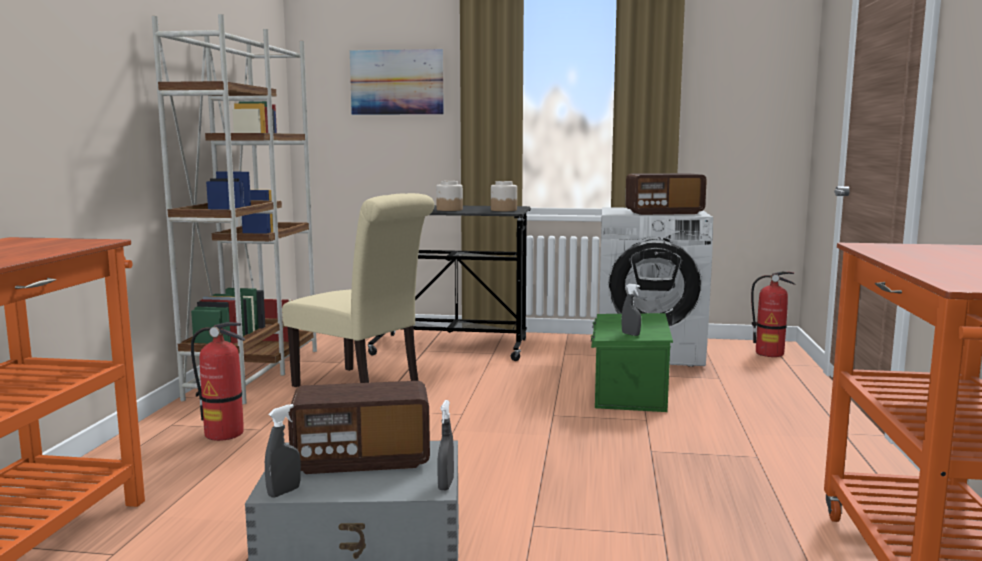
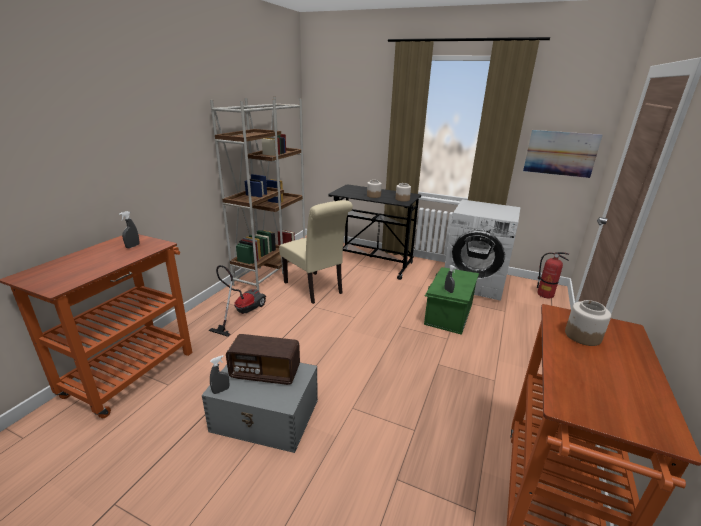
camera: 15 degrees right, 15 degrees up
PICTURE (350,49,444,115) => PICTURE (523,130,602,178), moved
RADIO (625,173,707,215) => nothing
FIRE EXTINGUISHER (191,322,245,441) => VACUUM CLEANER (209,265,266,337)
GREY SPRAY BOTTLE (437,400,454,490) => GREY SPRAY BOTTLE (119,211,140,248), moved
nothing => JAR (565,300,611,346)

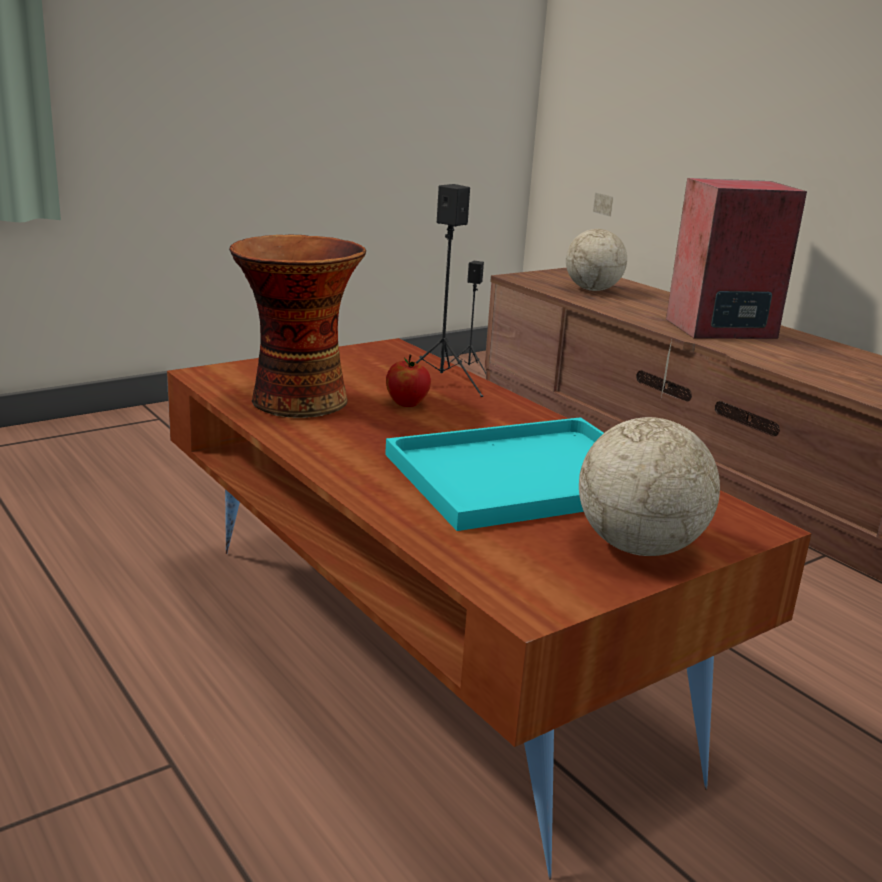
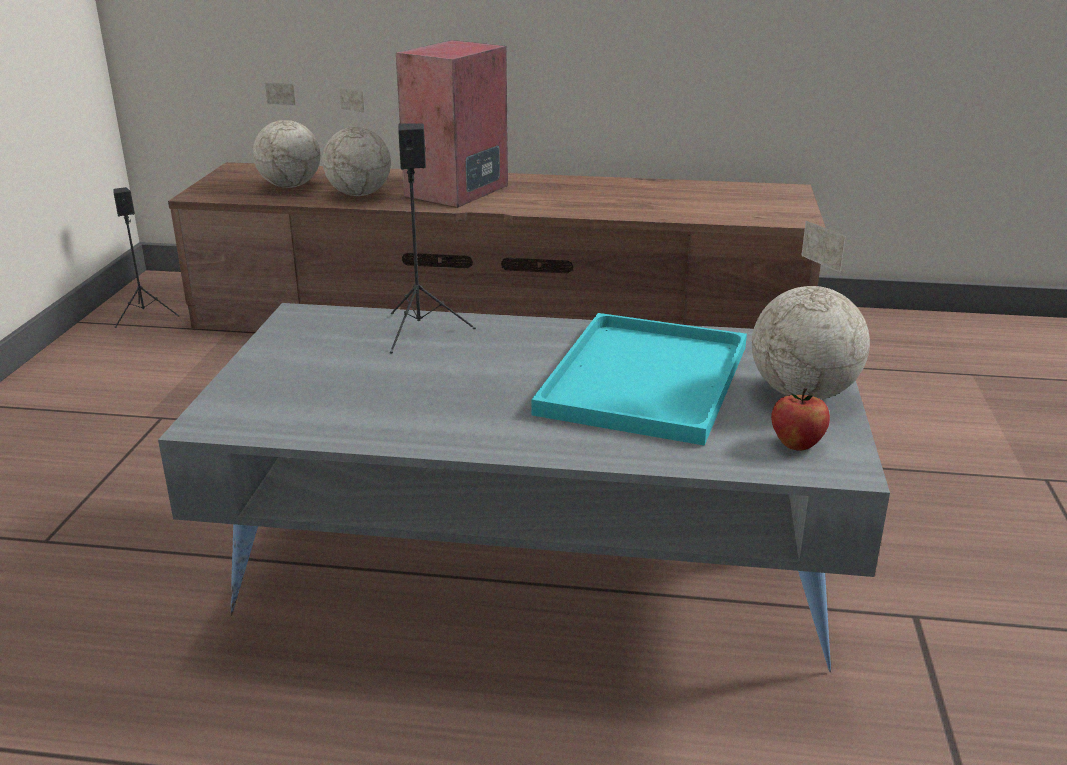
camera: 45 degrees left, 5 degrees up
VASE (229,234,366,418) => nothing
BROWN COFFEE TABLE (167,338,812,880) => GREY COFFEE TABLE (158,303,890,672)
APPLE (386,355,431,407) => APPLE (771,388,830,450), moved
nothing => GLOBE (322,87,391,196)

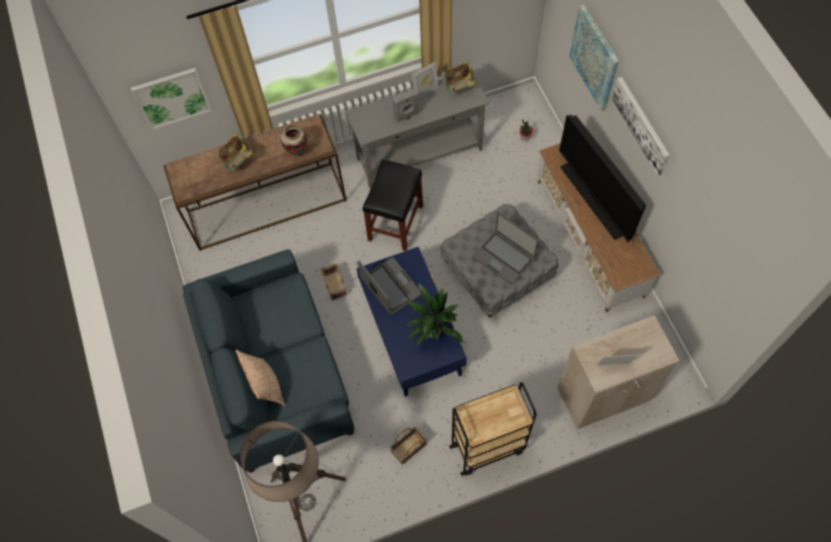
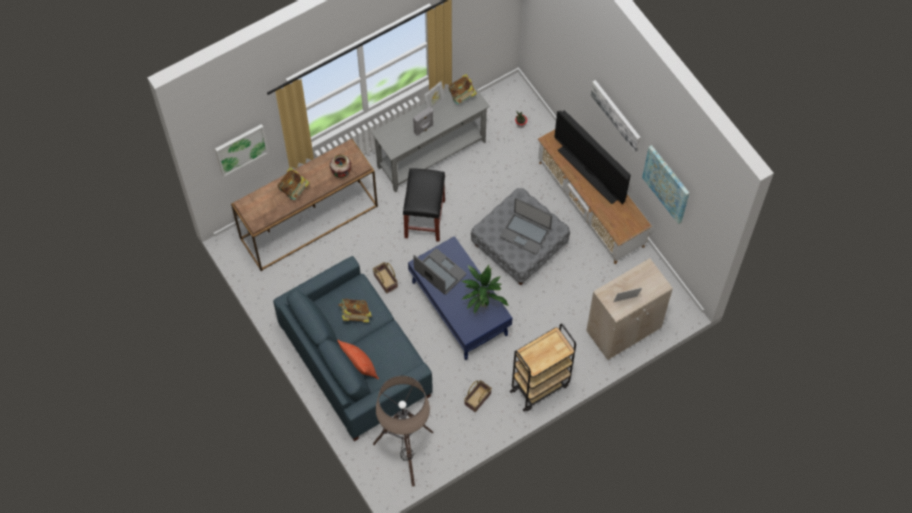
camera: 15 degrees left, 0 degrees up
PICTURE (569,4,619,111) => PICTURE (642,145,689,224), moved
BEIGE PILLOW (236,350,285,406) => ORANGE PILLOW (337,340,379,379)
nothing => BOOK (338,298,372,323)

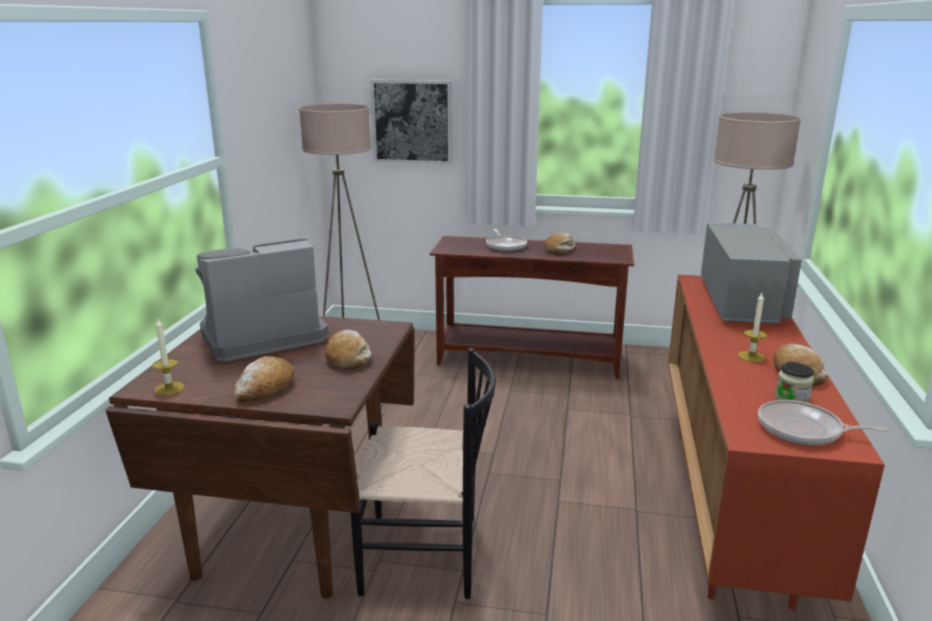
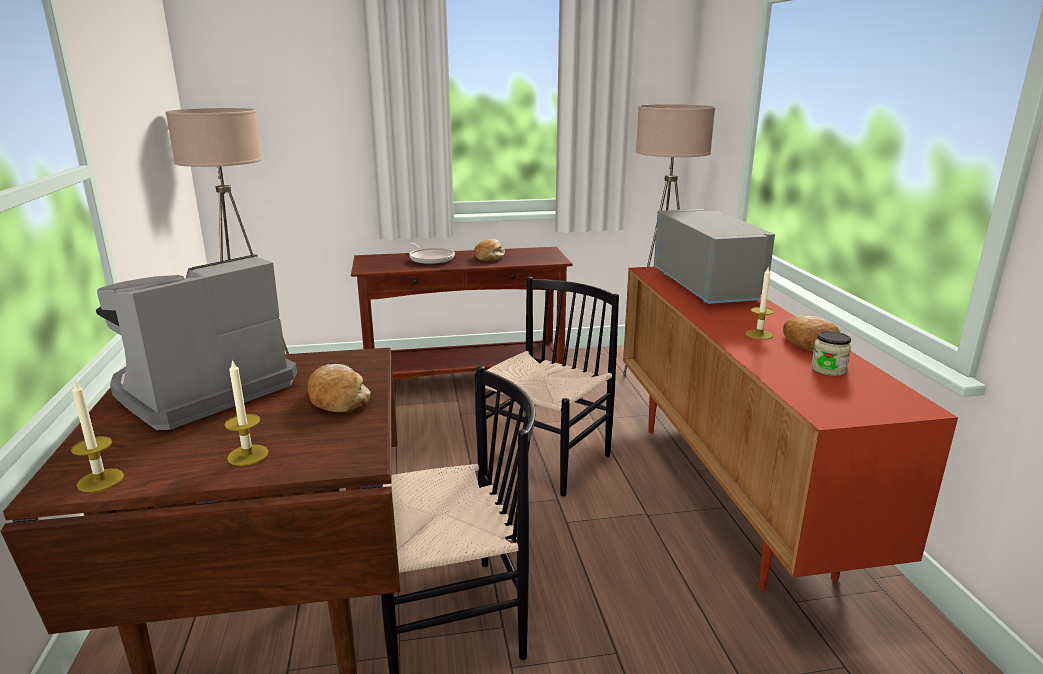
camera: 20 degrees left, 0 degrees up
PICTURE (371,79,452,164) => nothing
BREAD (234,356,294,402) => CANDLE (224,359,269,466)
FRYING PAN (758,400,891,445) => nothing
nothing => BLACK CHAIR (475,277,619,497)

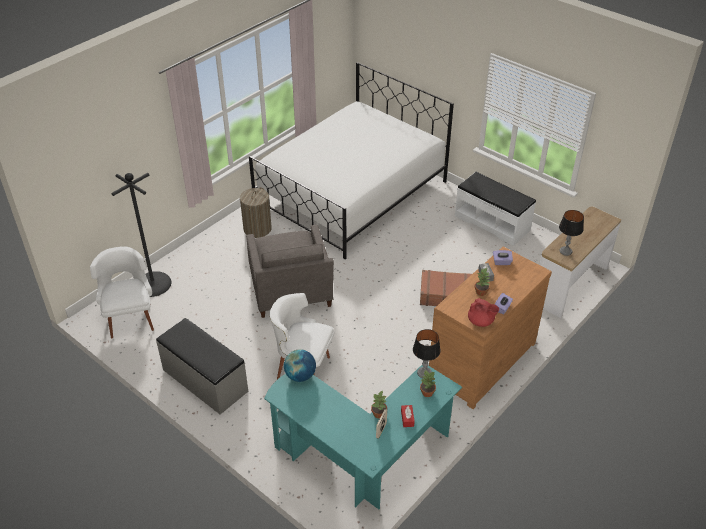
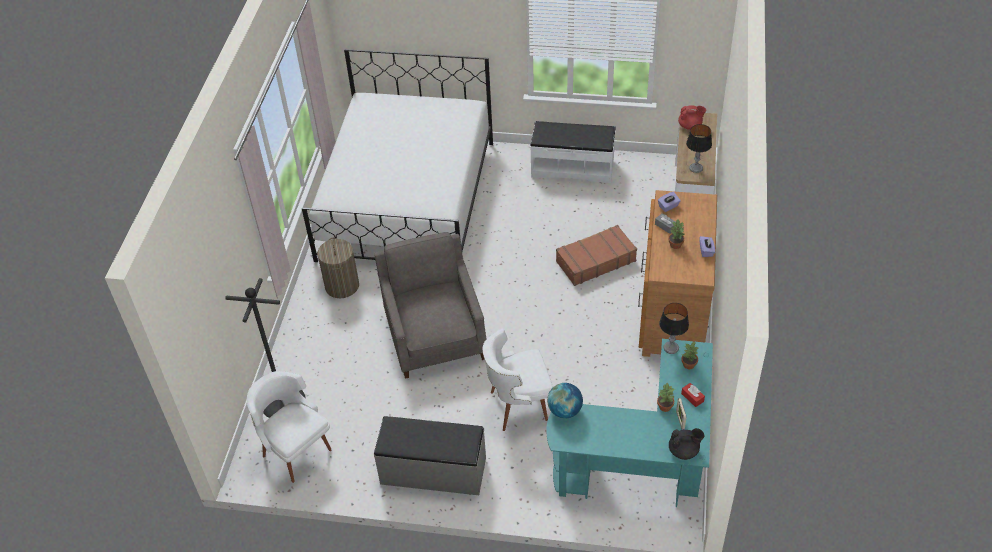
camera: 30 degrees left, 5 degrees up
GREY ARMCHAIR (246,225,334,318) => GREY ARMCHAIR (374,232,487,379), 150 degrees counterclockwise
RED TEAPOT (468,298,499,327) => RED TEAPOT (678,105,706,130), moved
nothing => BLACK TEAPOT (669,428,704,460)

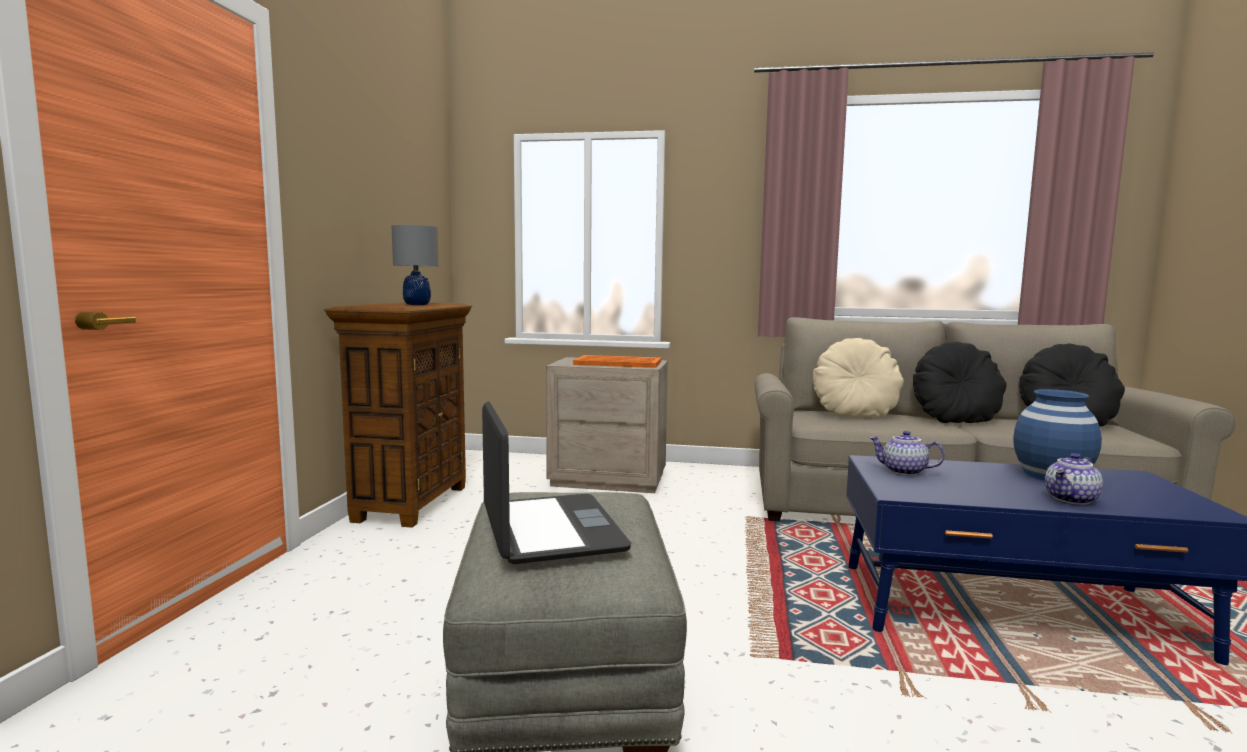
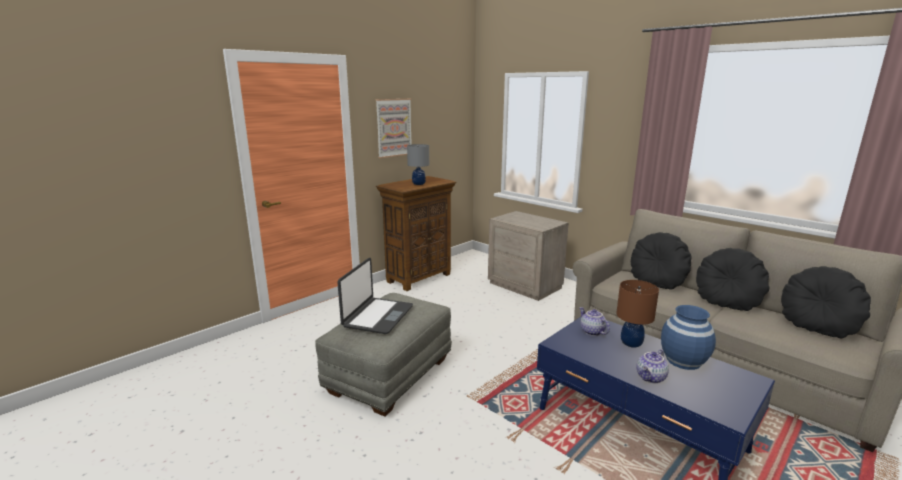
camera: 35 degrees right, 10 degrees up
BEIGE PILLOW (813,338,904,417) => BLACK PILLOW (631,232,691,290)
ORANGE TRAY (573,355,661,368) => nothing
TEAPOT (1045,453,1103,505) => TEAPOT (636,349,669,383), 45 degrees counterclockwise
nothing => PICTURE (376,99,412,158)
nothing => BROWN TABLE LAMP (616,280,659,348)

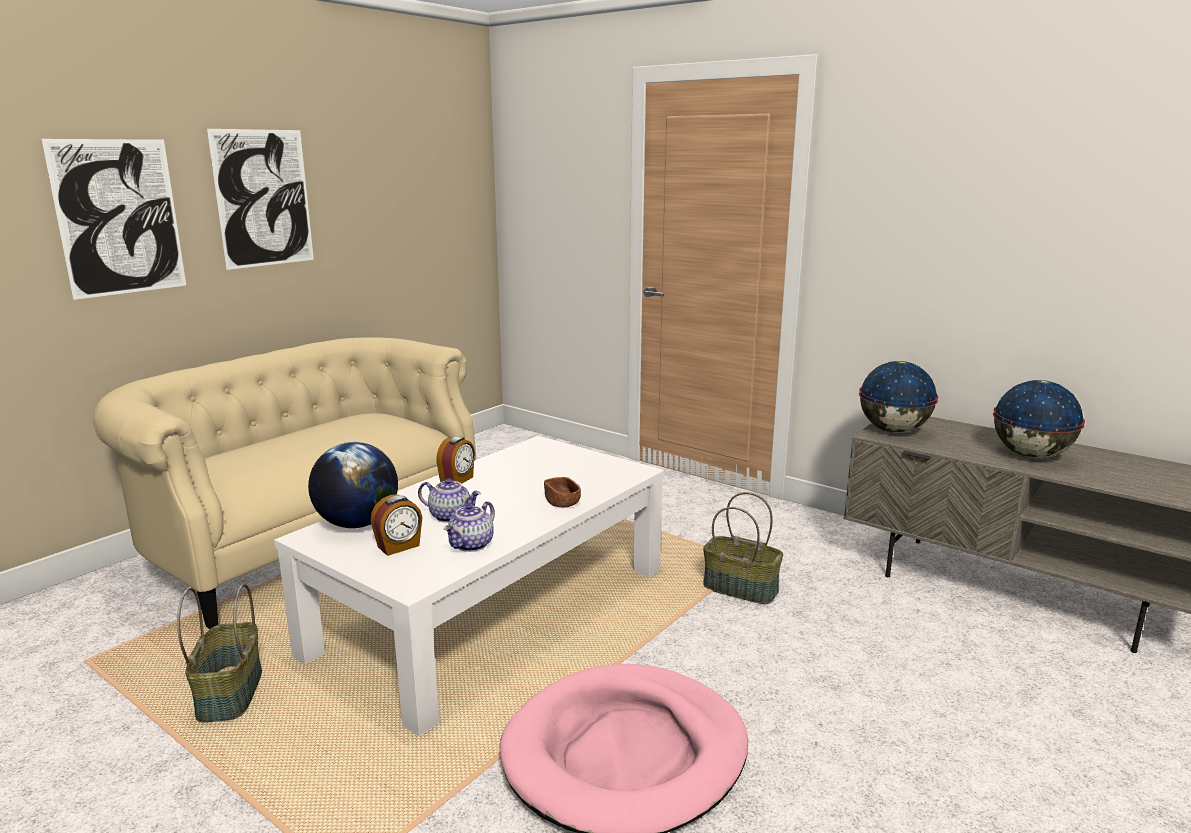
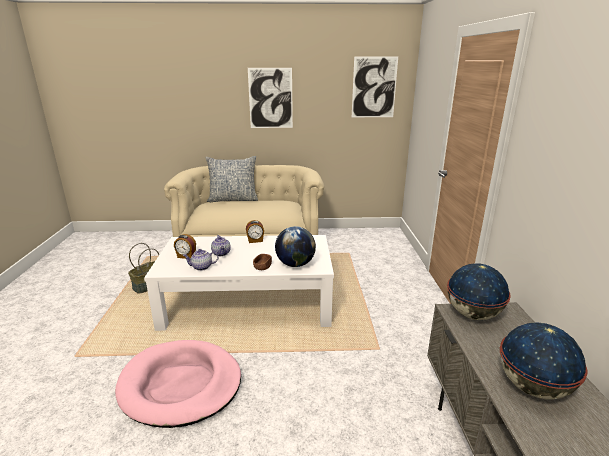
camera: 50 degrees right, 5 degrees up
PICTURE (41,139,186,300) => PICTURE (352,56,398,117), moved
GLOBE (308,442,398,528) => GLOBE (275,226,316,267), moved
BASKET (703,492,783,604) => nothing
nothing => PILLOW (205,156,258,202)

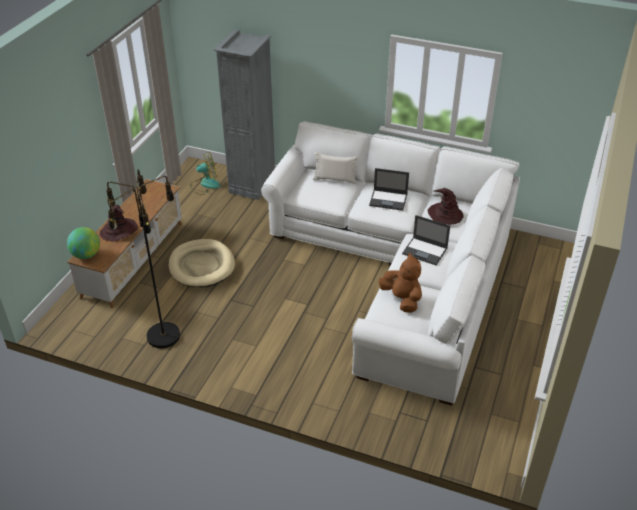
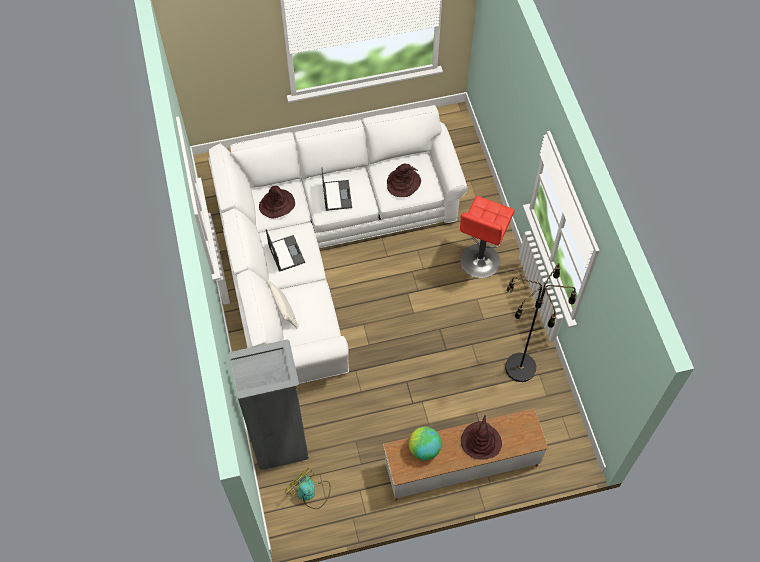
camera: 125 degrees left, 20 degrees up
GLOBE (67,227,100,259) => GLOBE (408,427,442,460), moved
BEIGE DOG BED (169,239,235,287) => nothing
BROWN PLUSH TOY (379,253,422,313) => BROWN HAT (387,164,421,197)
nothing => RED STOOL (460,196,515,278)

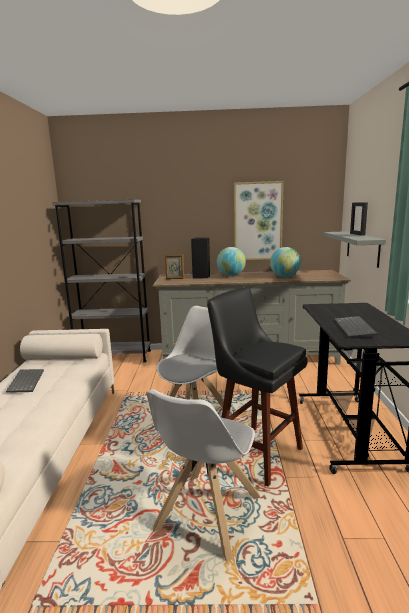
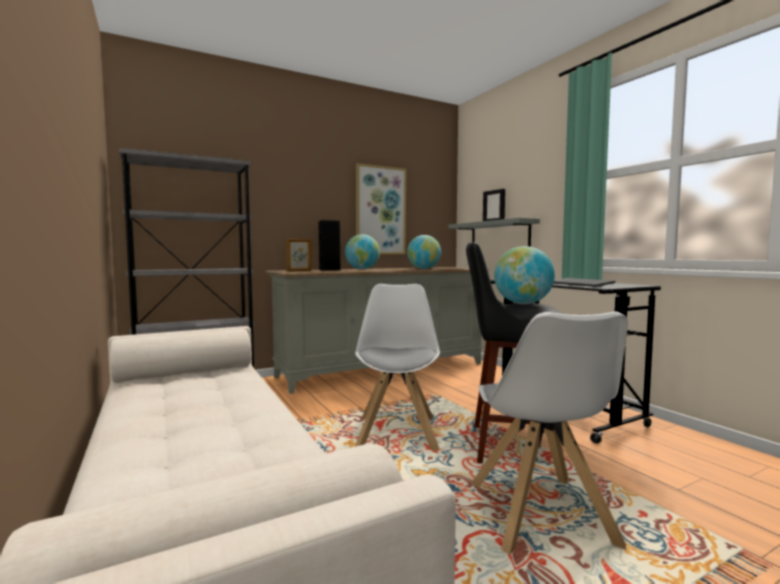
camera: 30 degrees left, 10 degrees down
KEYBOARD (6,369,44,393) => nothing
nothing => GLOBE (494,246,555,304)

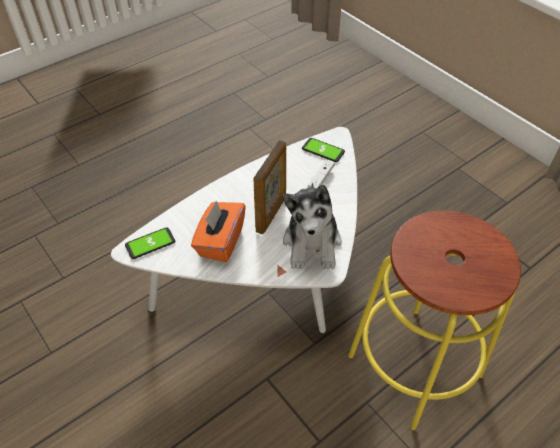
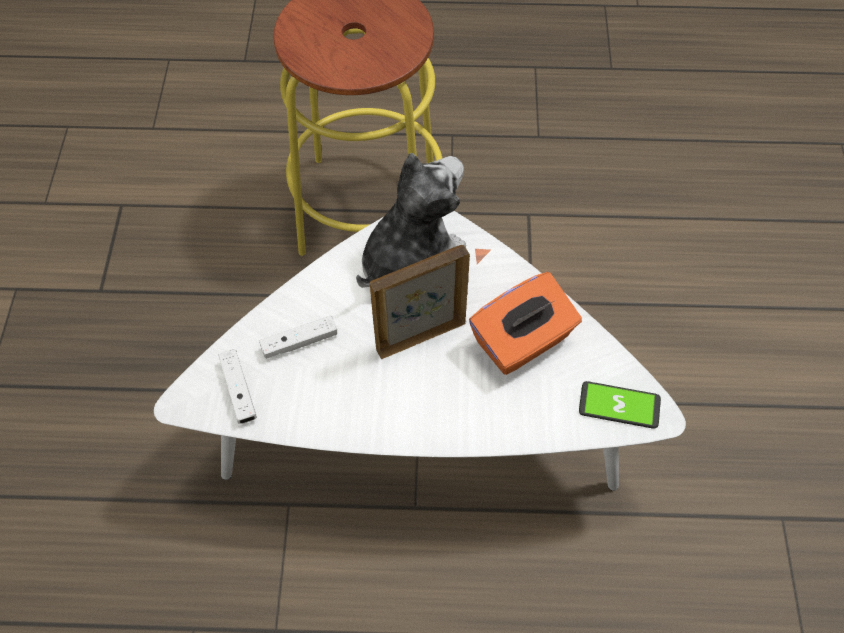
camera: 140 degrees left, 10 degrees up
PHONE (302,138,345,162) => WHITE GAME CONTROLLER (218,349,257,424)

